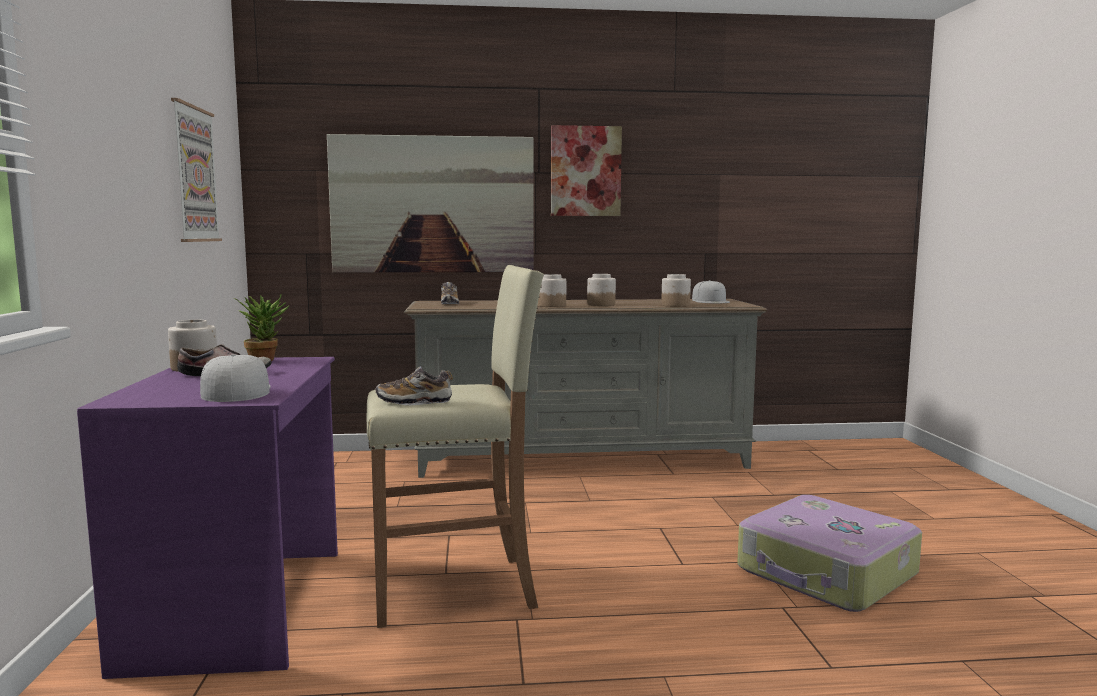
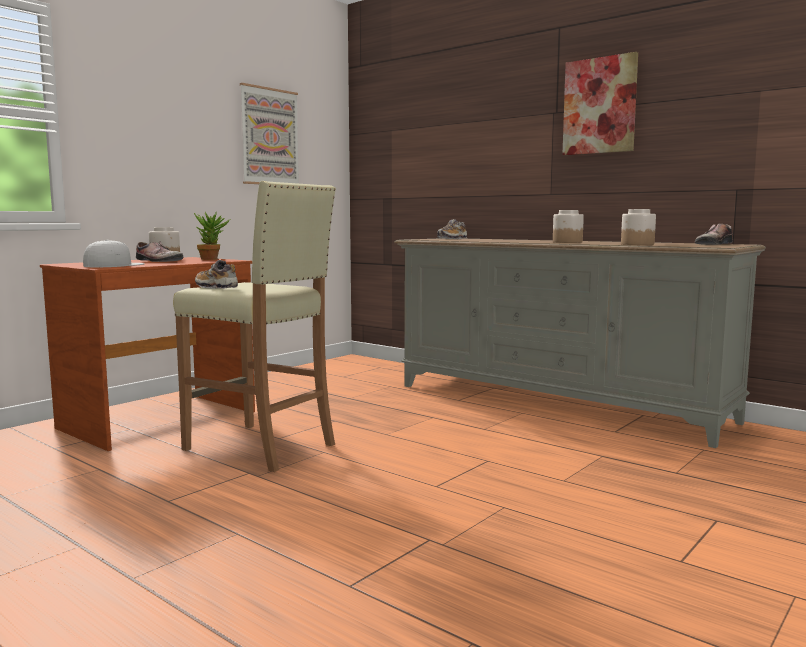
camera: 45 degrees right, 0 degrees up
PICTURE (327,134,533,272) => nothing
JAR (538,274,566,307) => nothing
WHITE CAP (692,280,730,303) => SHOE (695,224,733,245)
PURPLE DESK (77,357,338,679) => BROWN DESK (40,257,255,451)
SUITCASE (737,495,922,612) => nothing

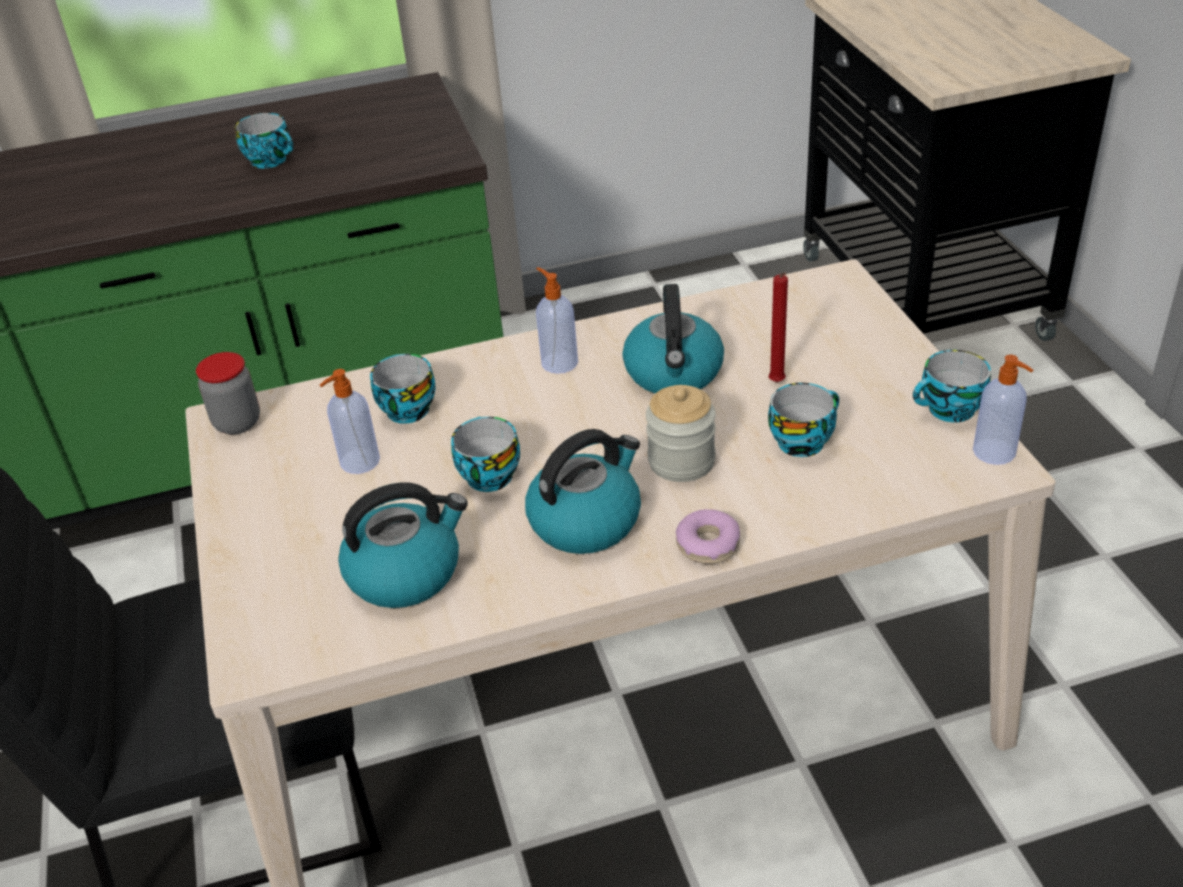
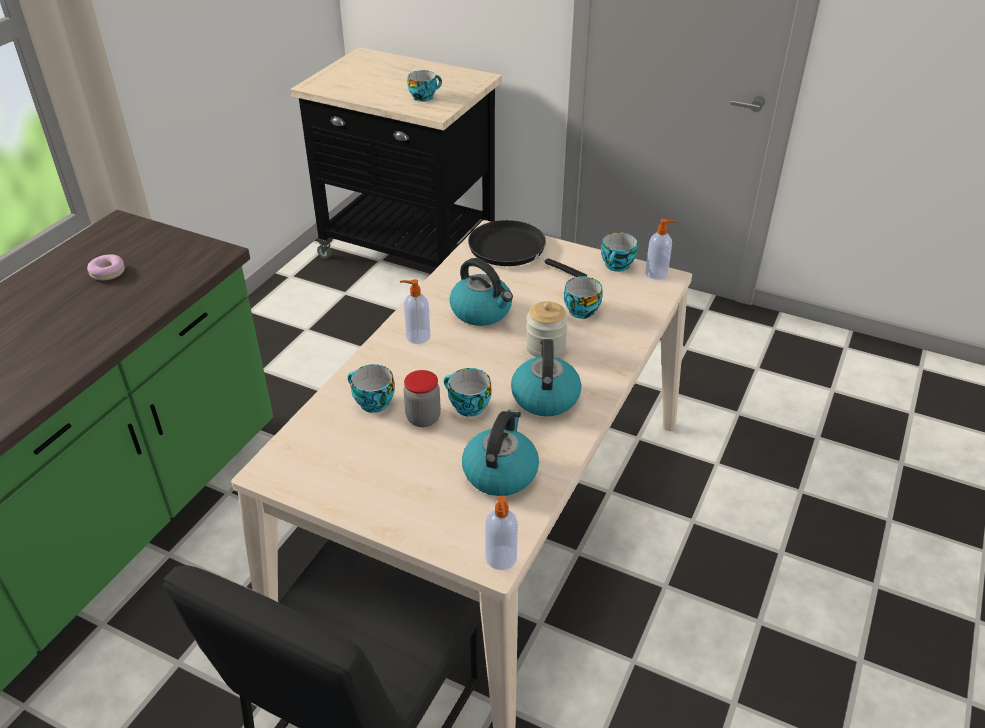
camera: 50 degrees left, 0 degrees up
CUP (235,113,293,169) => CUP (407,70,442,102), moved
RED CANDLE (769,272,788,382) => nothing
JAR (196,352,260,434) => JAR (403,370,441,427), moved
SOAP DISPENSER (320,369,380,474) => SOAP DISPENSER (485,496,518,570), moved
DONUT (675,509,740,564) => DONUT (87,254,125,280), moved
nothing => BLACK FRYING PAN (468,220,587,277)

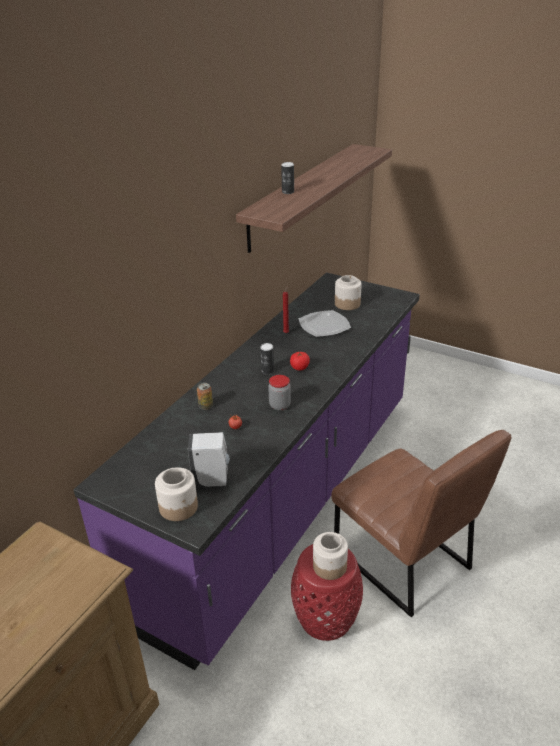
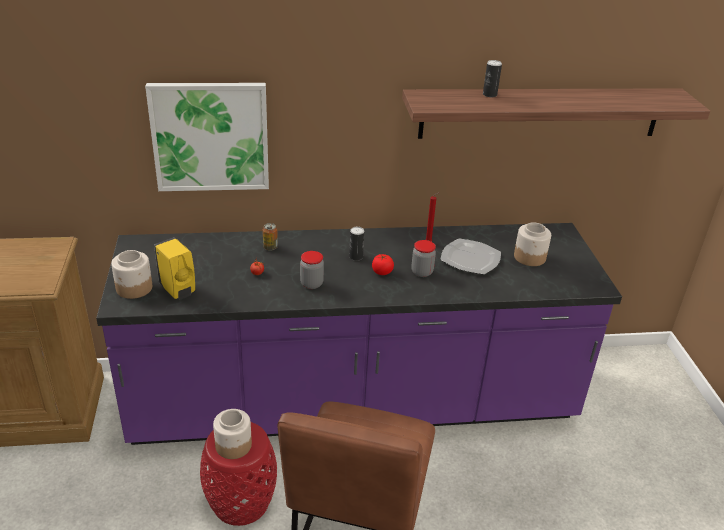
camera: 50 degrees right, 0 degrees up
WHITE SOAP DISPENSER (188,432,230,487) => YELLOW SOAP DISPENSER (154,238,195,300)
nothing => PICTURE (145,83,269,191)
nothing => JAR (411,240,436,277)

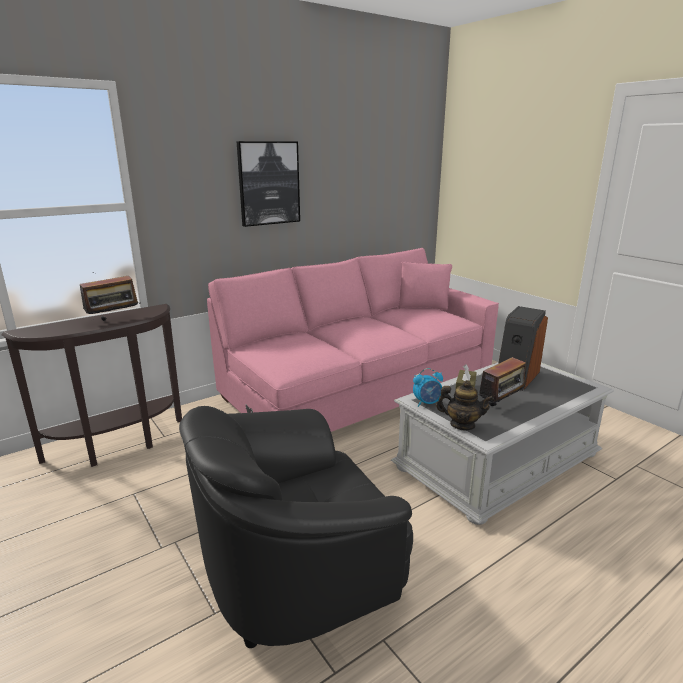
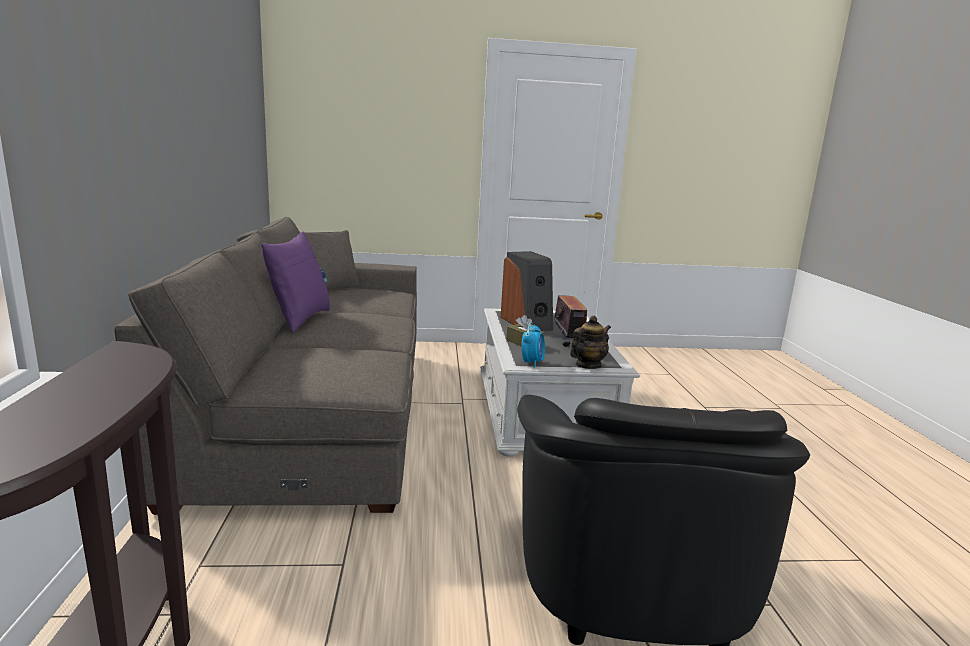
camera: 60 degrees left, 5 degrees down
PICTURE (236,141,300,227) => nothing
PINK SOFA (207,248,499,432) => GREY SOFA (114,217,417,515)
RADIO (80,272,141,321) => nothing
nothing => PURPLE PILLOW (261,232,330,333)

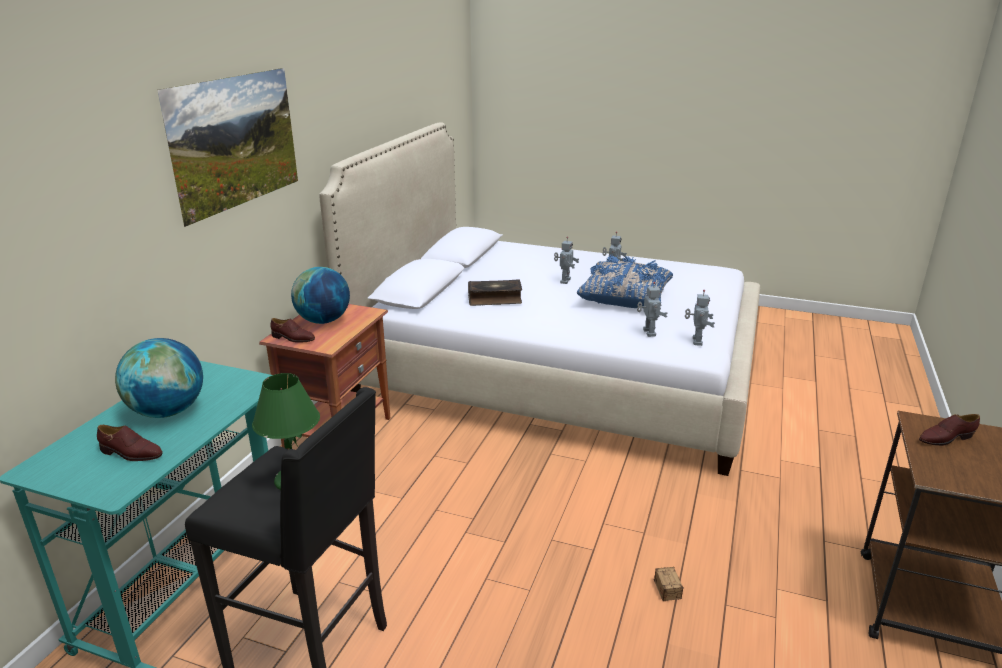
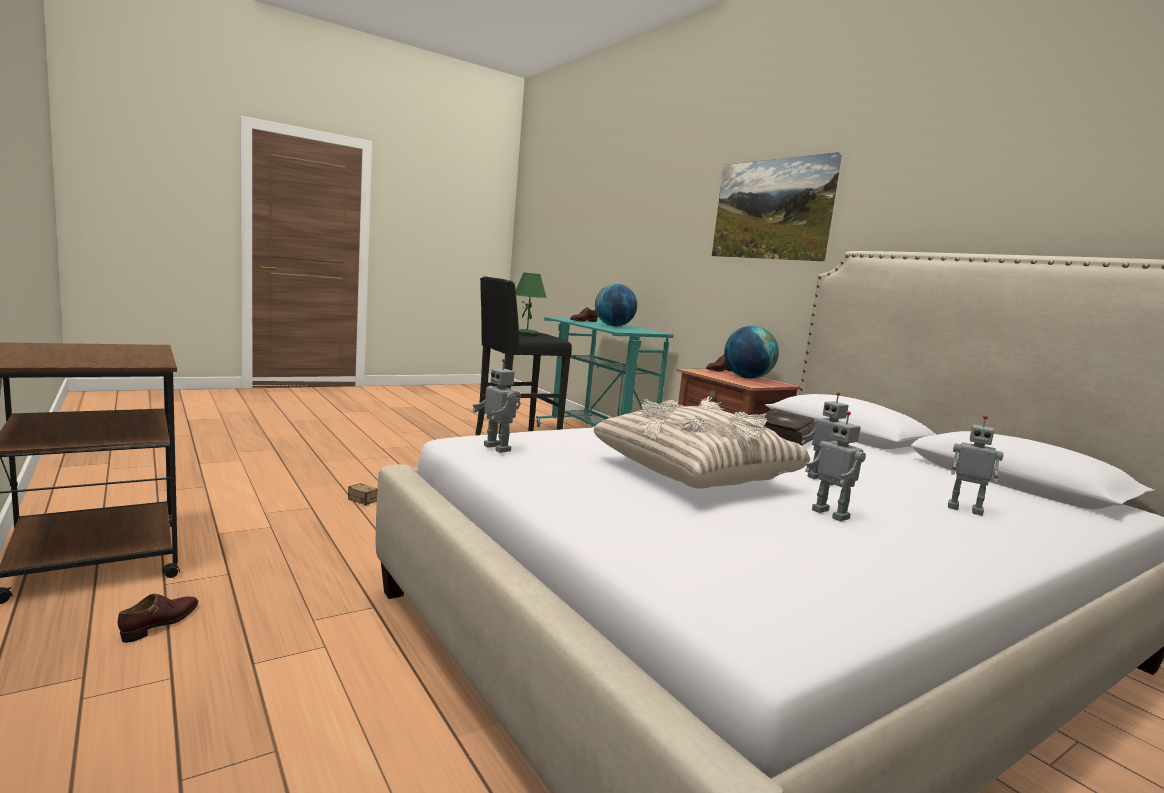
camera: 125 degrees right, 15 degrees down
BLUE PILLOW (577,255,673,308) => BEIGE PILLOW (594,396,811,489)
TOY ROBOT (637,282,668,337) => TOY ROBOT (948,415,1004,516), moved
BROWN SHOE (919,414,980,446) => BROWN SHOE (118,594,198,643), moved

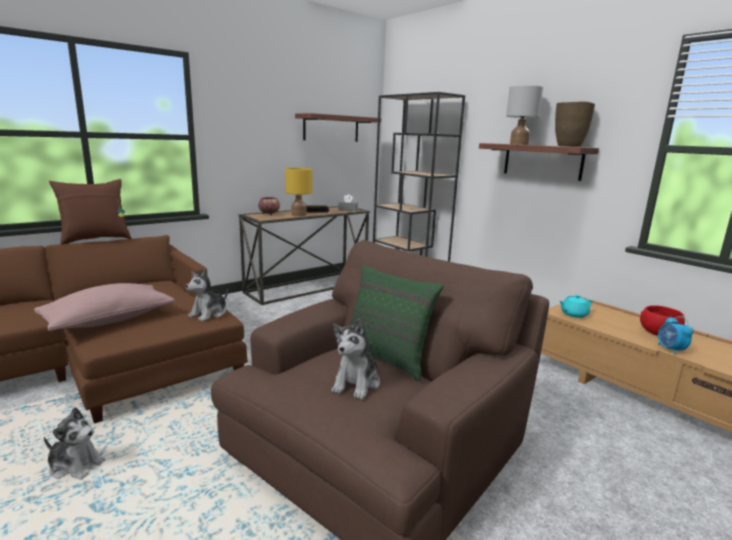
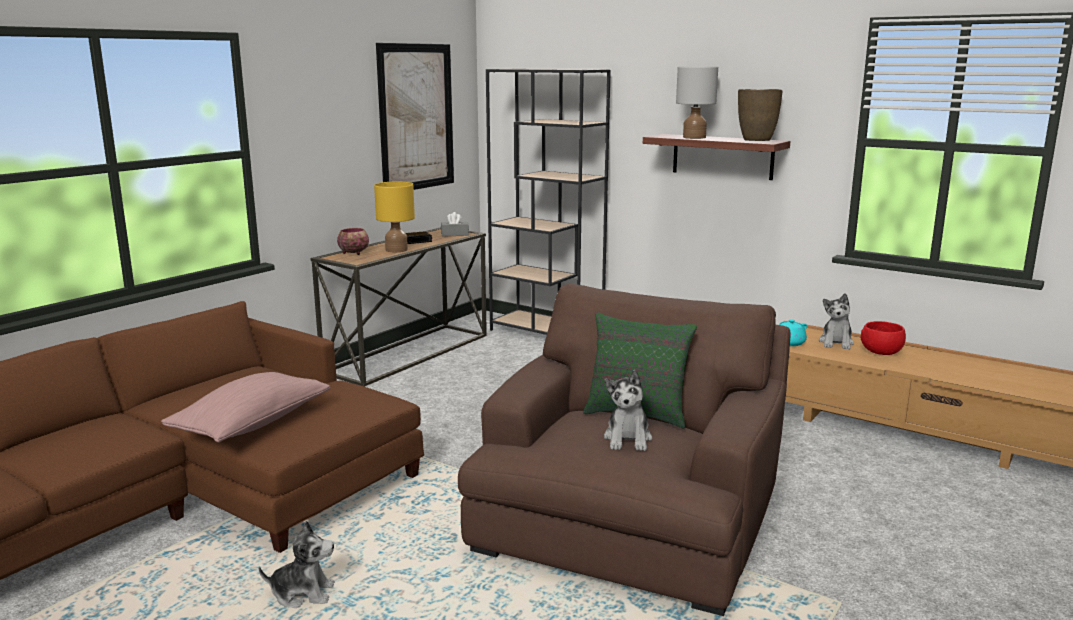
camera: 15 degrees left, 0 degrees up
SHELF (295,113,381,142) => PICTURE (376,43,454,190)
BROWN PILLOW (49,179,131,245) => nothing
PLUSH TOY (186,269,228,321) => PLUSH TOY (819,293,854,350), moved
ALARM CLOCK (658,316,694,355) => nothing

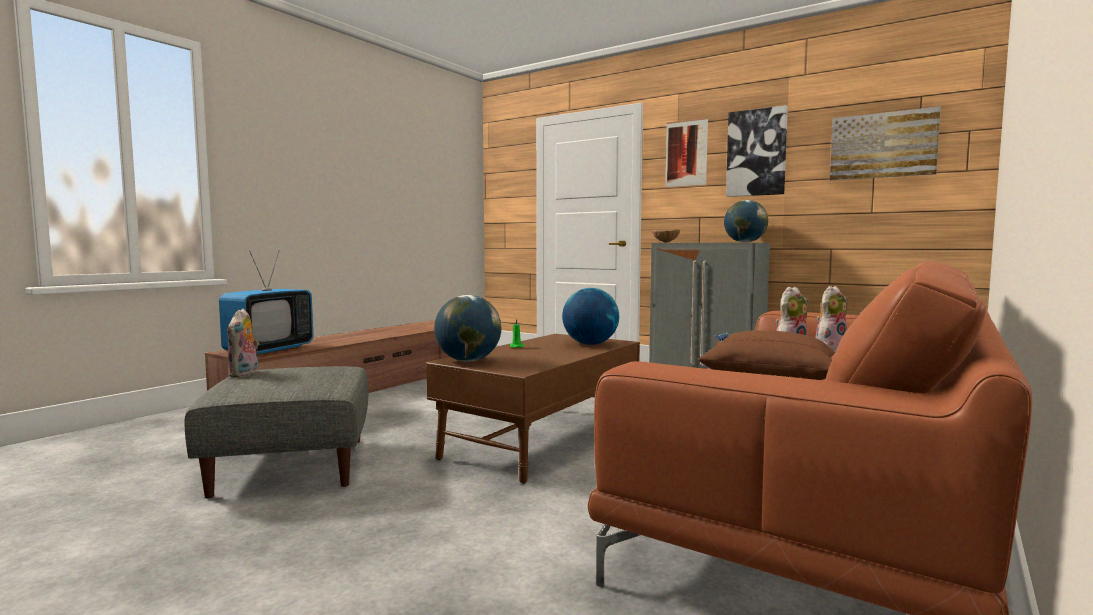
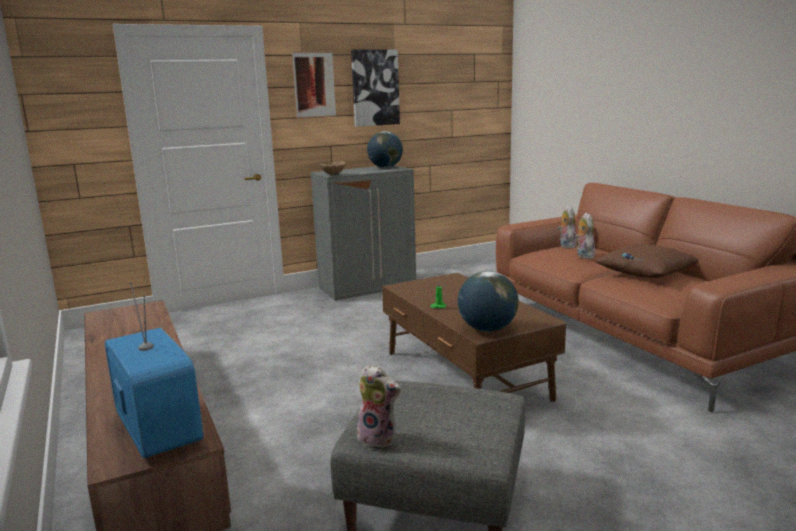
camera: 60 degrees left, 10 degrees up
PICTURE (830,106,941,180) => nothing
GLOBE (562,288,619,345) => nothing

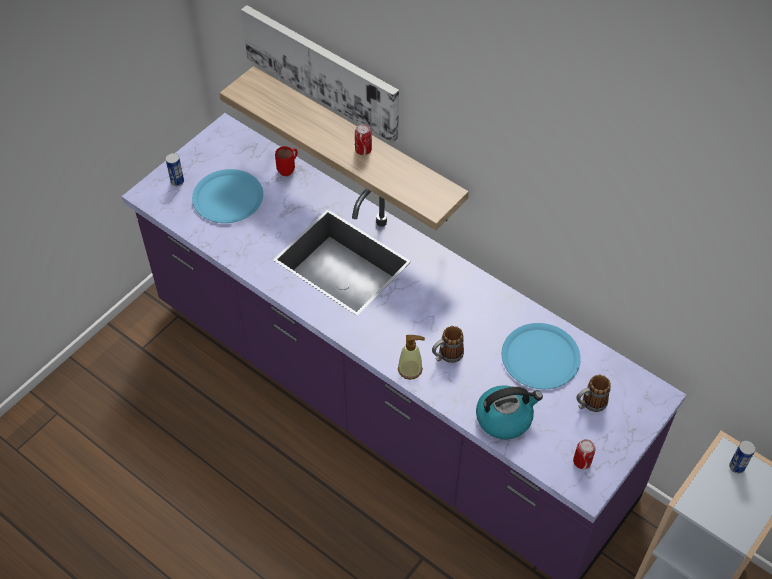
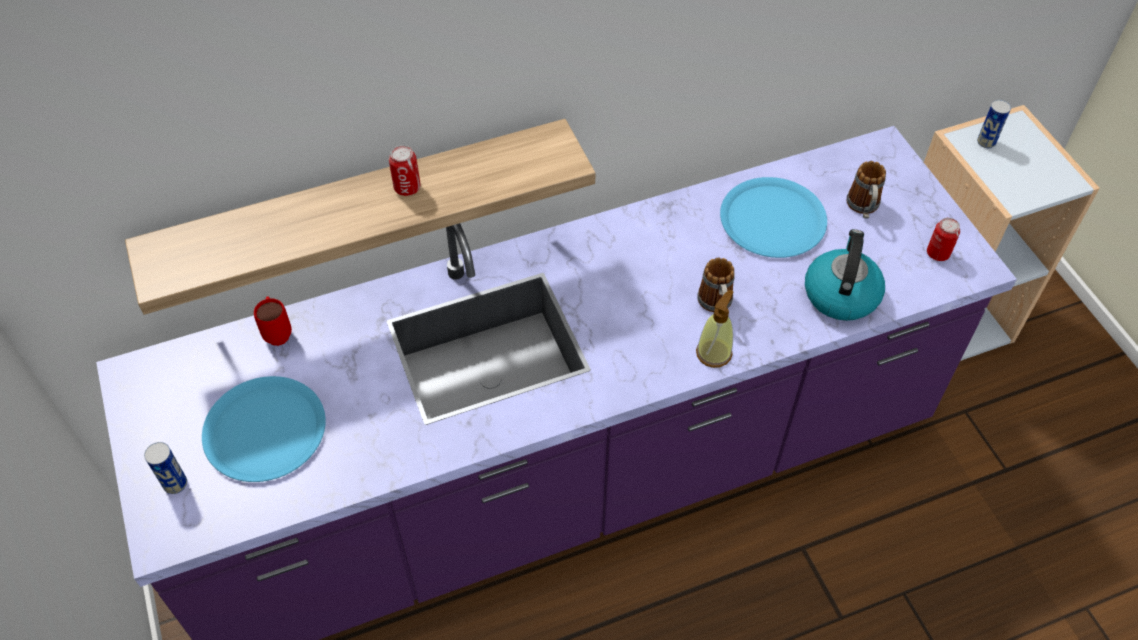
camera: 60 degrees left, 0 degrees up
PICTURE (241,5,399,143) => nothing

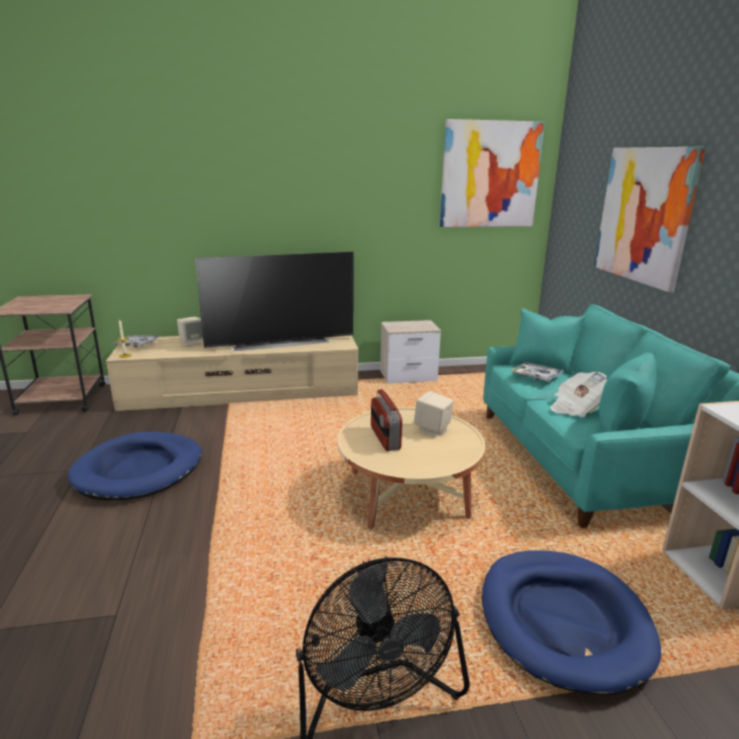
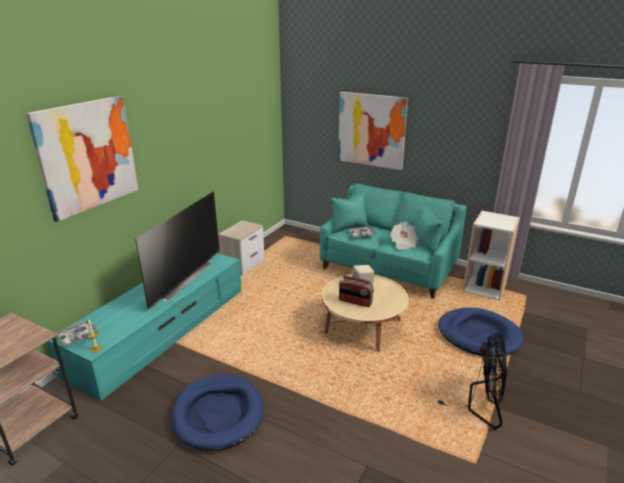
camera: 50 degrees left, 5 degrees up
PICTURE (440,119,545,227) => PICTURE (26,96,139,222), moved
BEIGE SPEAKER (177,317,203,346) => nothing
BEIGE TV STAND (106,335,359,411) => TURQUOISE TV STAND (47,253,241,401)

